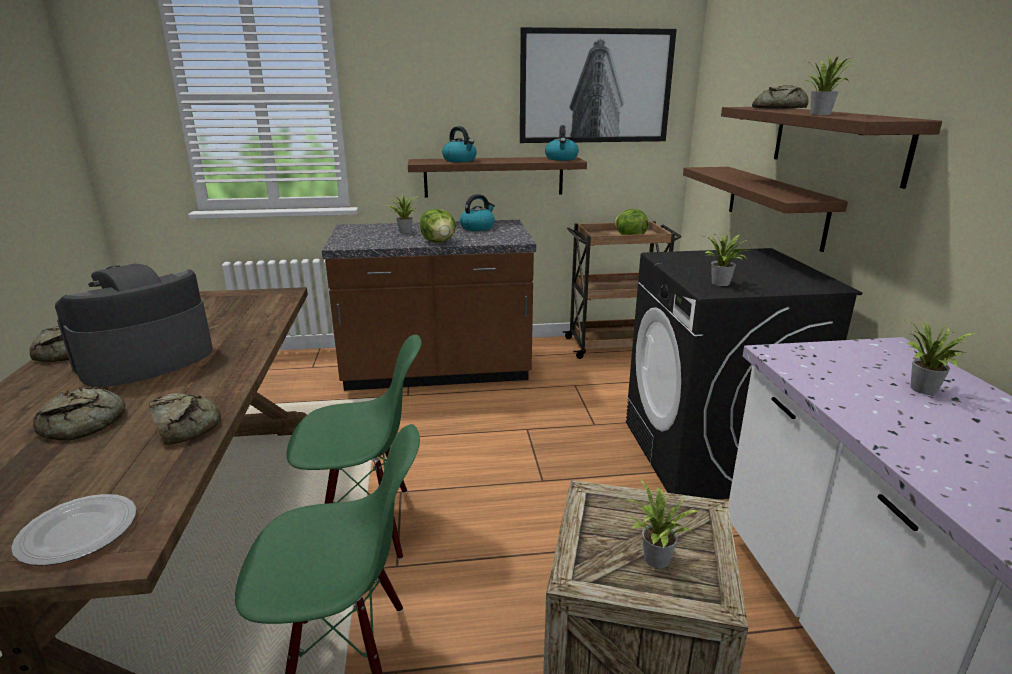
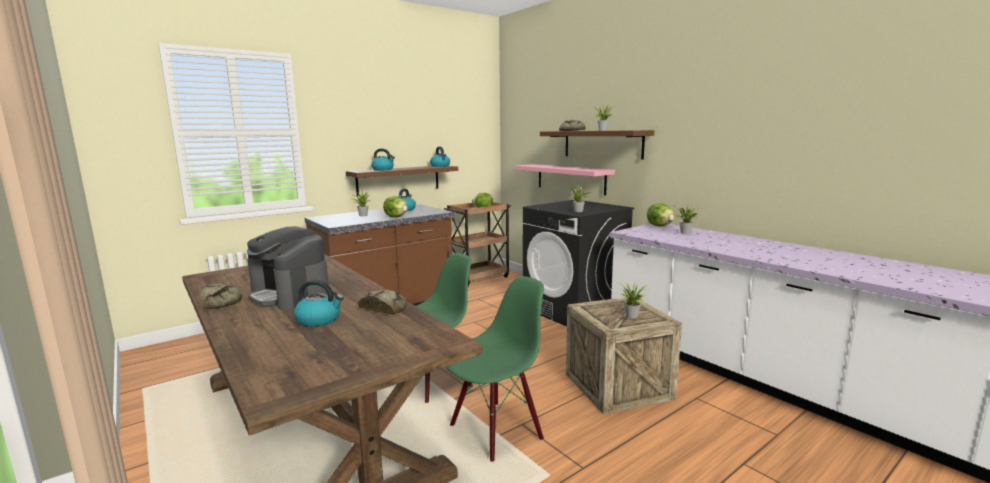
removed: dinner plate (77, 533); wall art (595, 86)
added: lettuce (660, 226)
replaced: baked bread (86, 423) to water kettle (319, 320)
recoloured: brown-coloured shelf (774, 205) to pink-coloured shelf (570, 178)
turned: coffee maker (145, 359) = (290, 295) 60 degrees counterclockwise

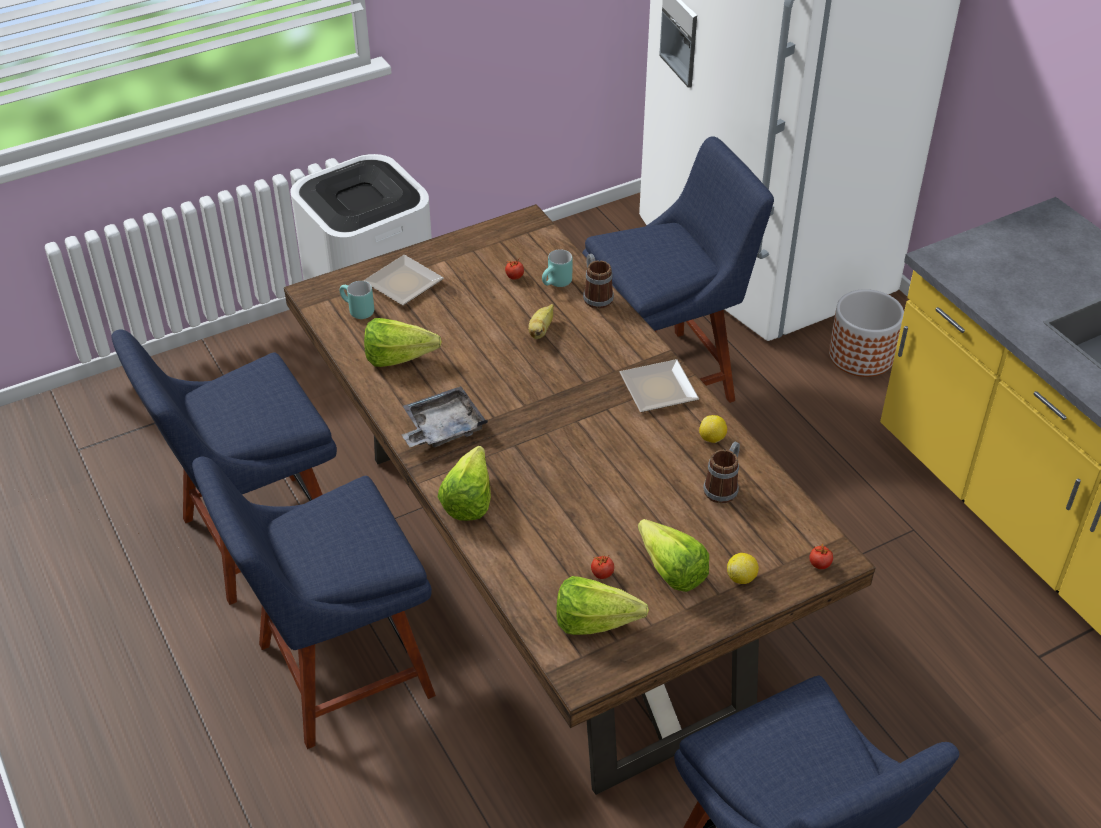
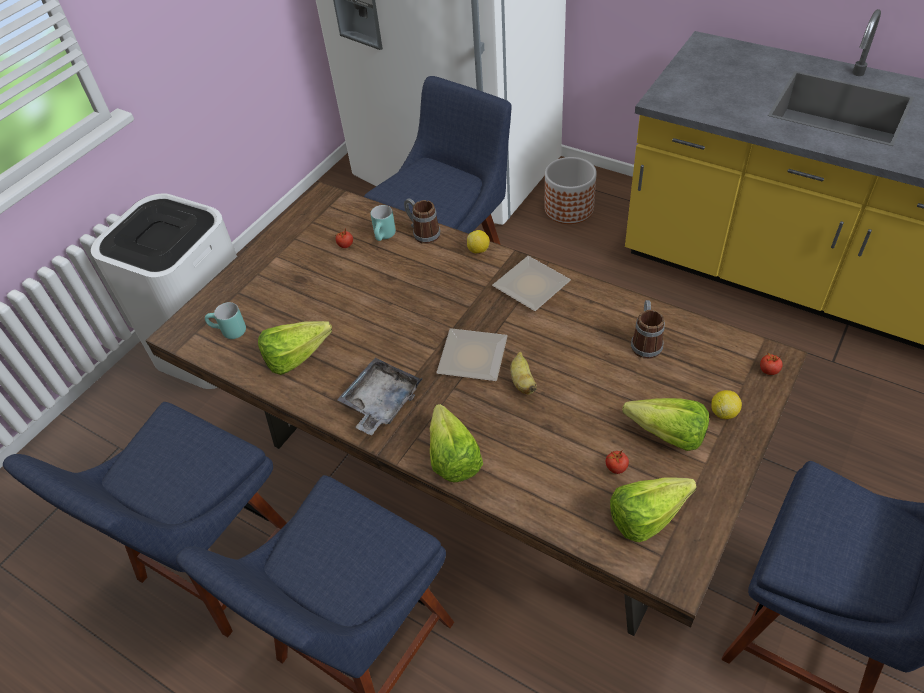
moved: dinner plate (406, 283) to (475, 356); whole lemon (712, 439) to (478, 250); banana (541, 330) to (522, 382)

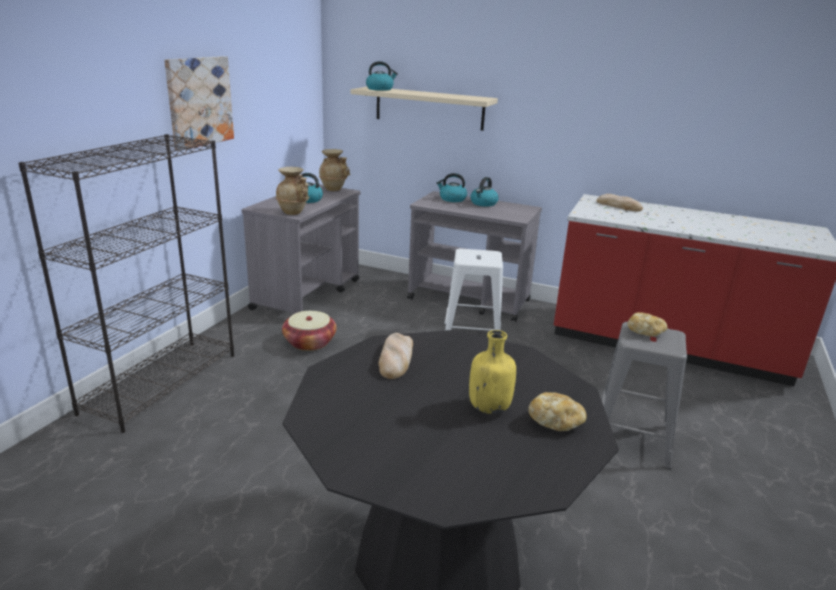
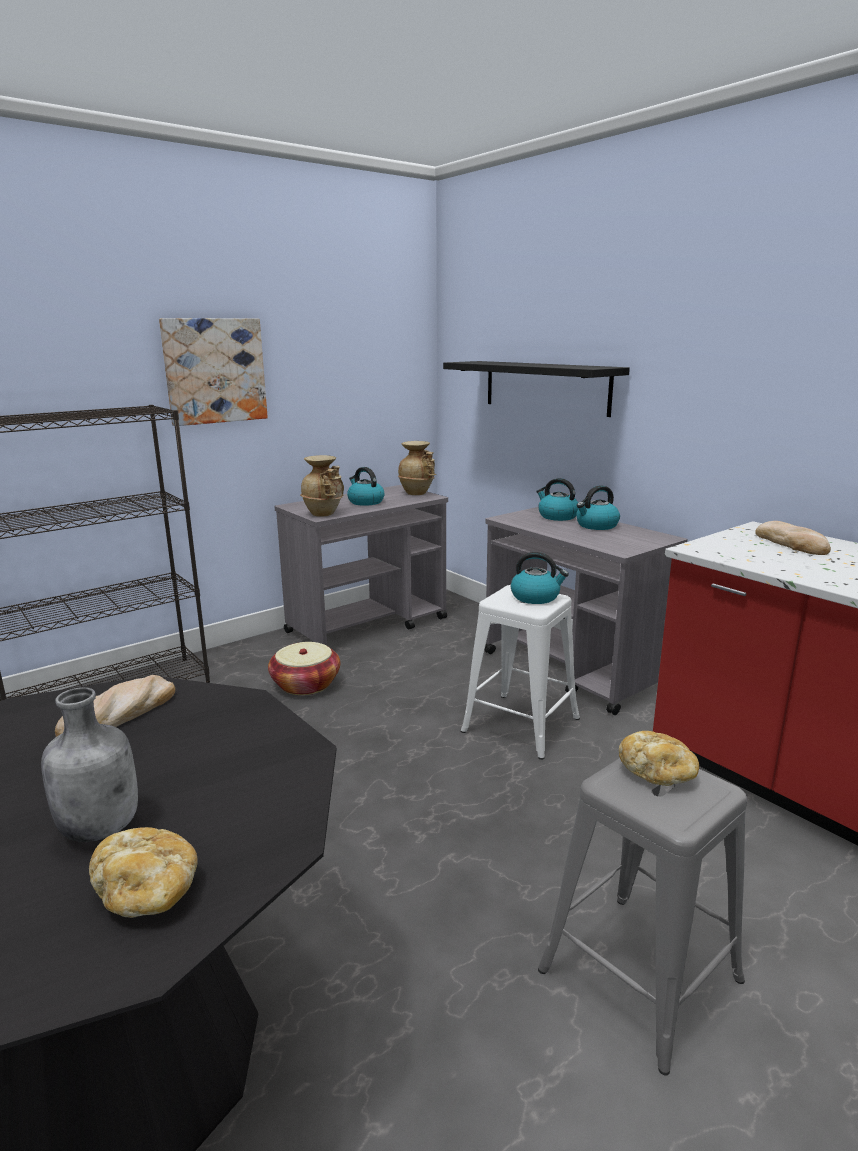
moved: water kettle (380, 89) to (536, 597)
recoloured: yellow drink bottle (489, 407) to grey drink bottle (102, 827); sand-coloured shelf (429, 108) to black-coloured shelf (545, 387)

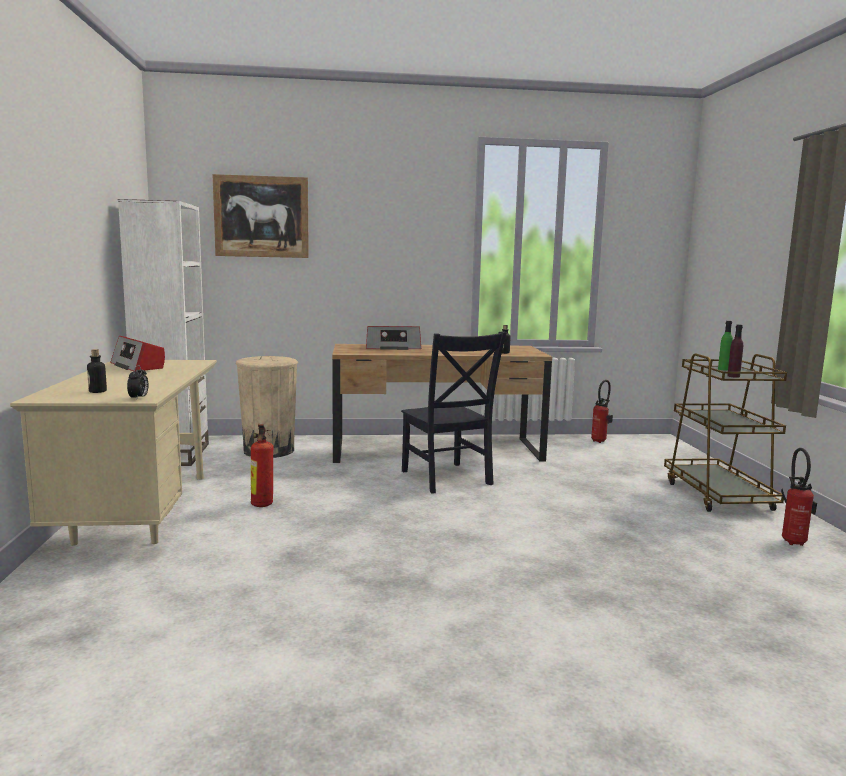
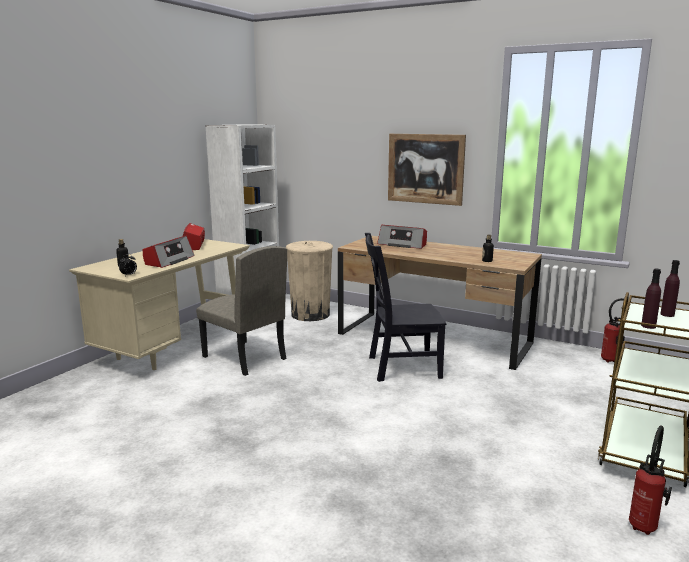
added: radio receiver (169, 261)
moved: wall art (261, 217) to (425, 168)
replaced: fire extinguisher (261, 505) to sand-coloured chair (244, 358)
recoloured: green drink bottle (723, 369) to purplish drink bottle (667, 314)
turned: black-coloured chair (447, 479) = (400, 367) 75 degrees clockwise

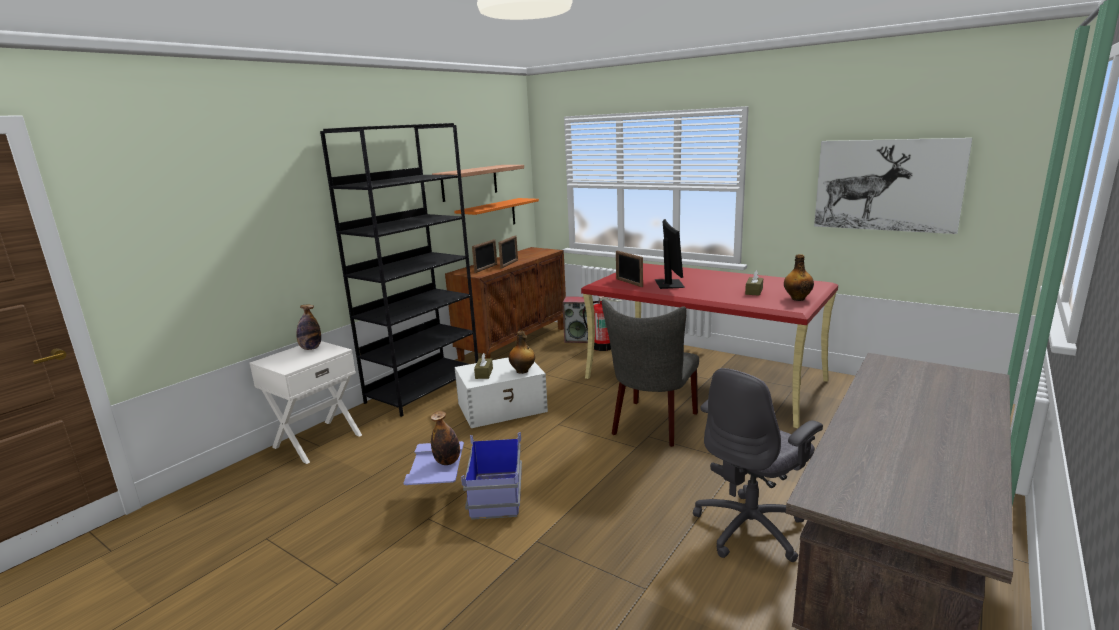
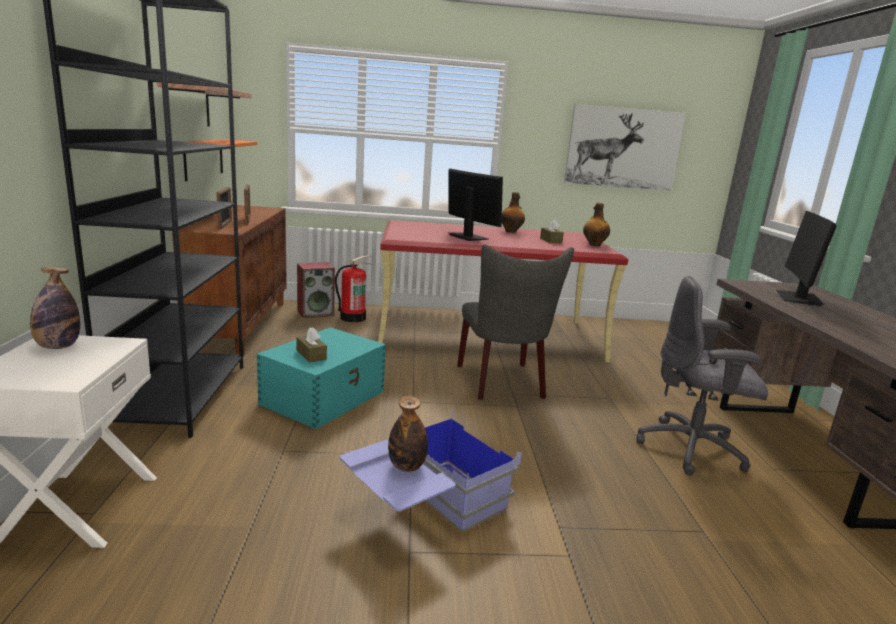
removed: picture frame (629, 283)
added: computer screen (798, 298)
moved: drink bottle (522, 371) to (511, 231)
recoloured: whitish storage container (503, 407) to turquoise storage container (324, 397)
turned: grey computer chair (751, 528) = (692, 449) 90 degrees clockwise

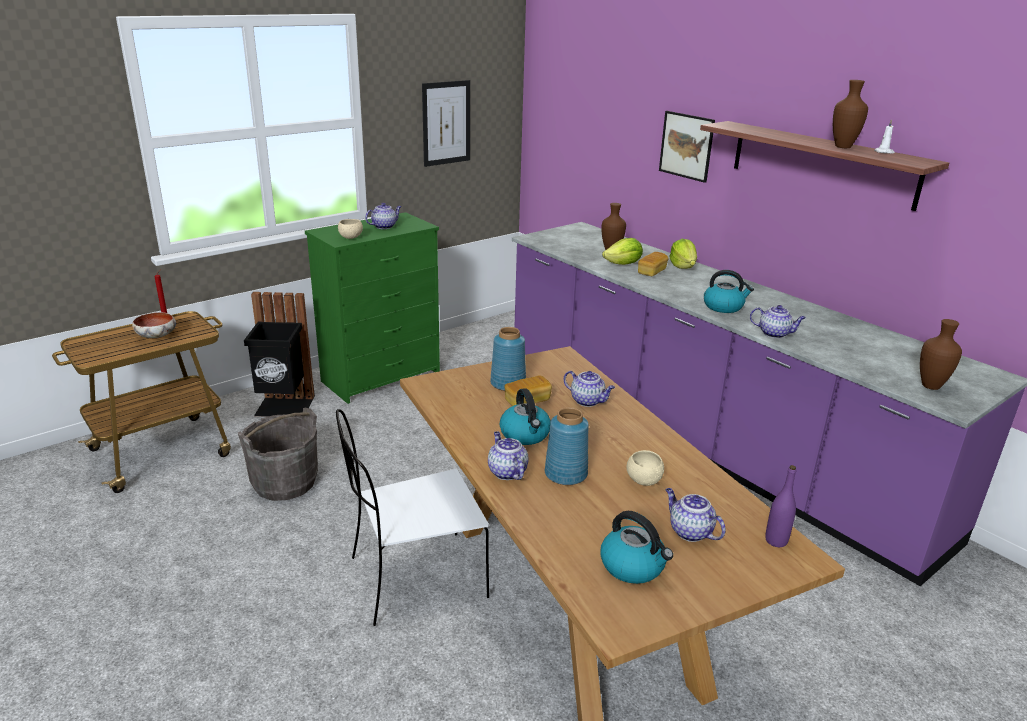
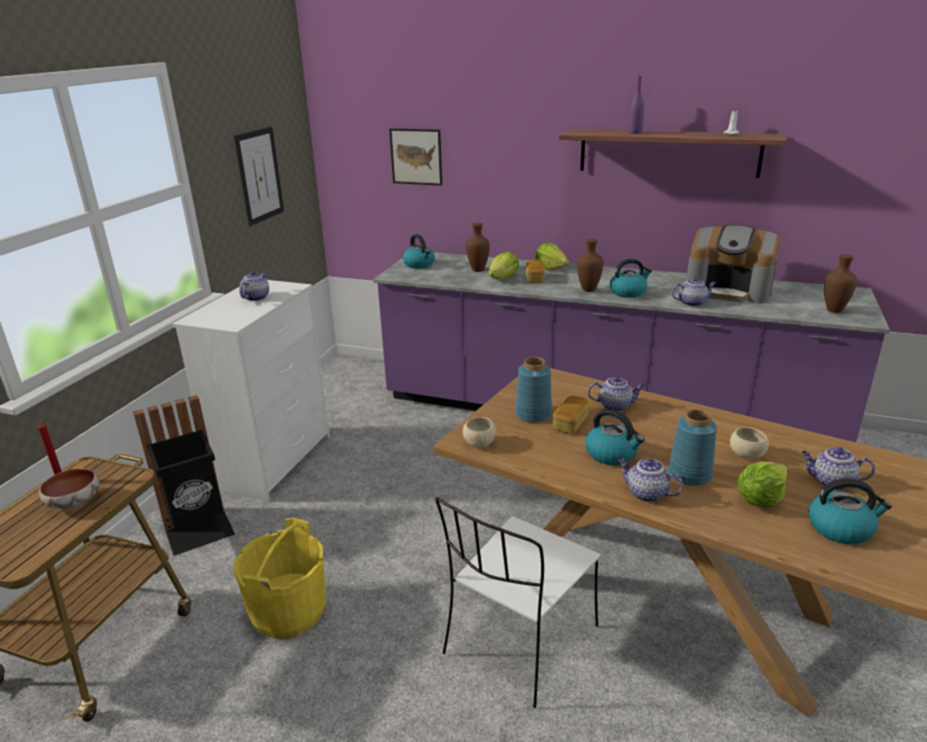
added: water kettle (419, 264); coffee maker (729, 290); lettuce (760, 499)
moved: wall art (686, 146) to (416, 156); sand-coloured bowl (350, 237) to (479, 444); brown-coloured decorative vase (842, 147) to (588, 290); purplish drink bottle (776, 541) to (635, 133)
recoloured: green drawer chest (382, 377) to whitish drawer chest (276, 461); grey pail (285, 483) to yellow pail (289, 611)

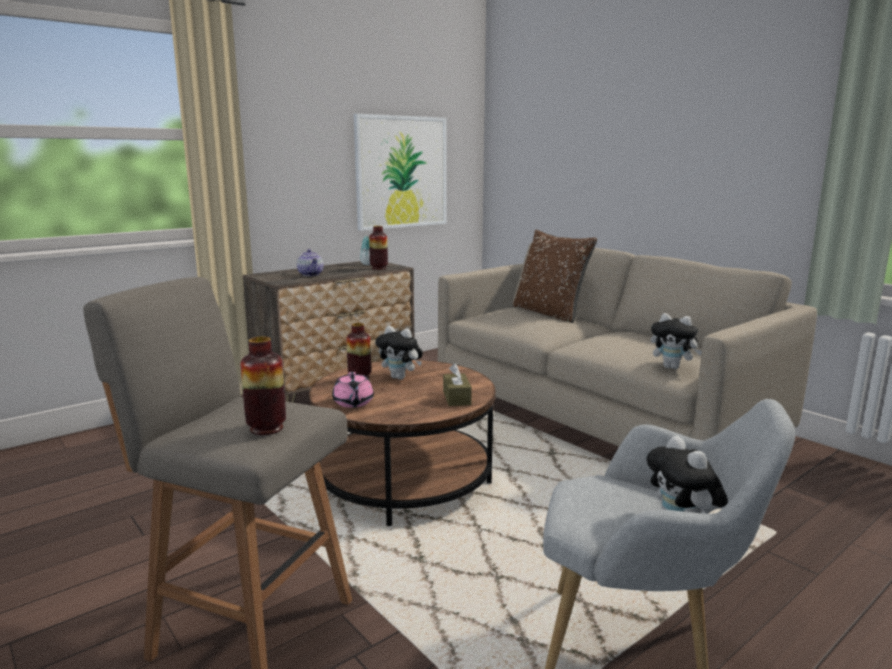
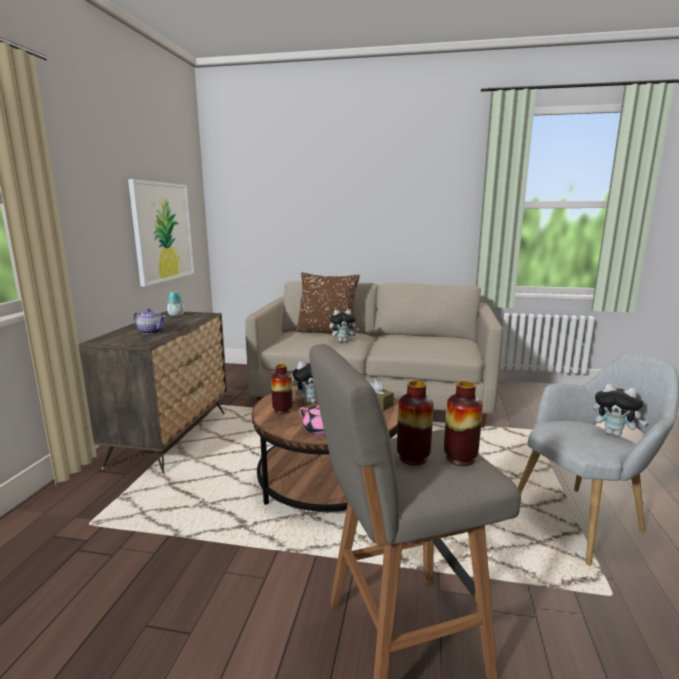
moved: plush toy (673, 367) to (343, 341); decorative vase (379, 268) to (413, 458)

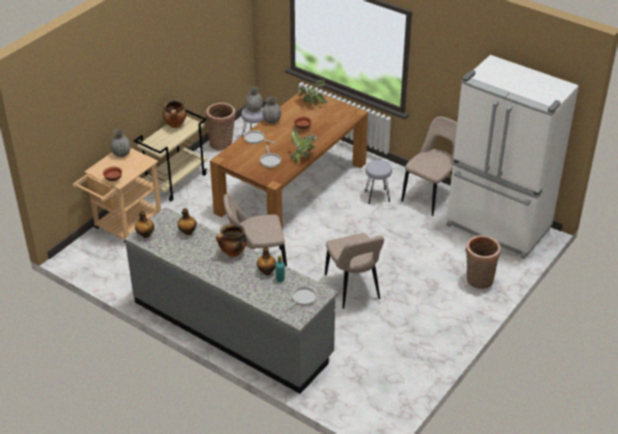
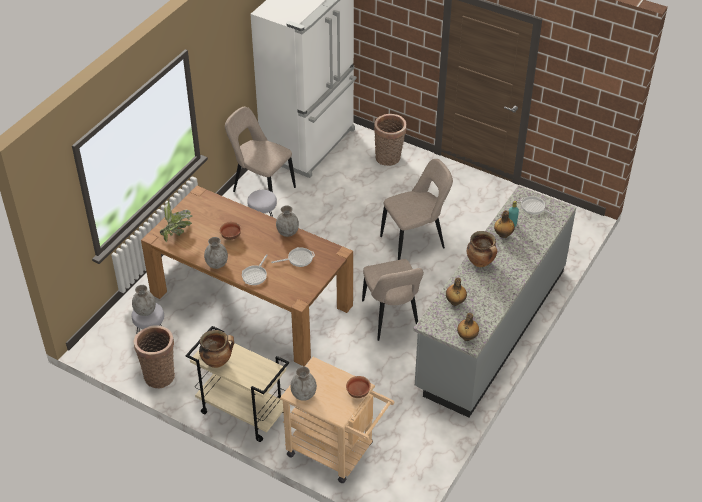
replaced: plant in a pot (303, 156) to grey decorative vase (287, 232)

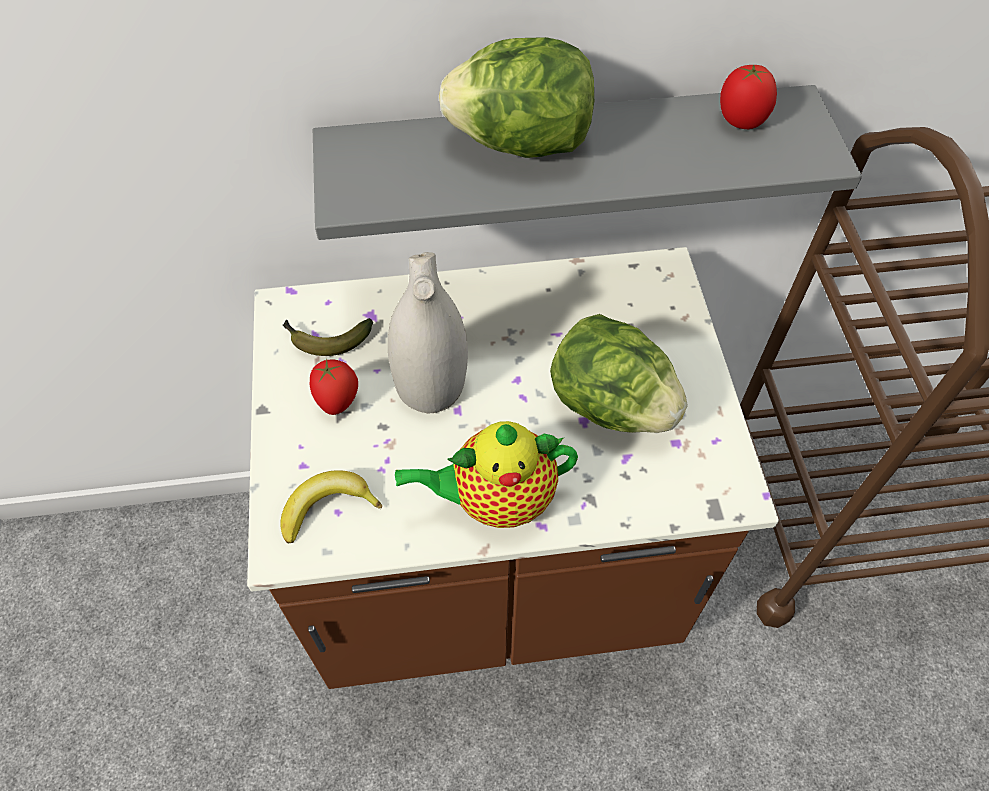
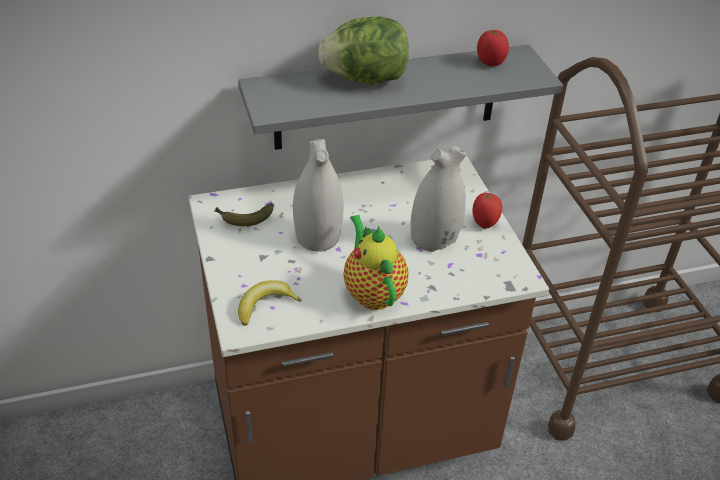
moved: whole tomato (338, 401) to (485, 223)
replaced: lettuce (610, 404) to whitish decorative vase (434, 238)
turned: teapot (496, 499) = (372, 292) 90 degrees clockwise

